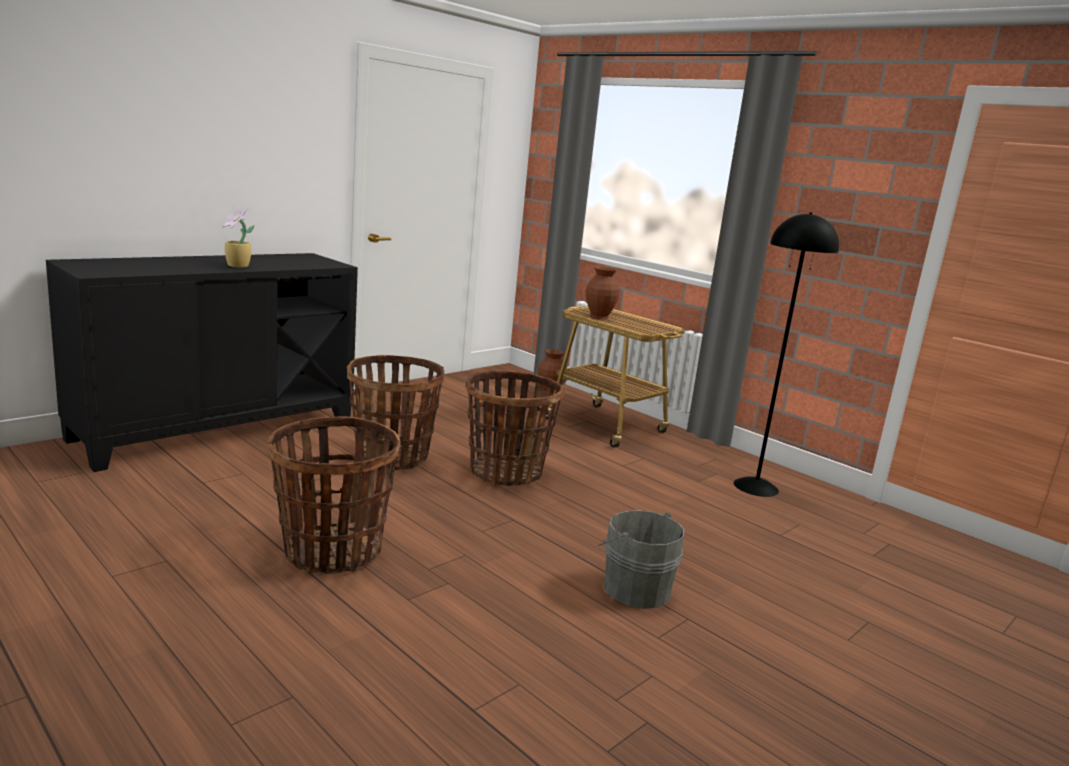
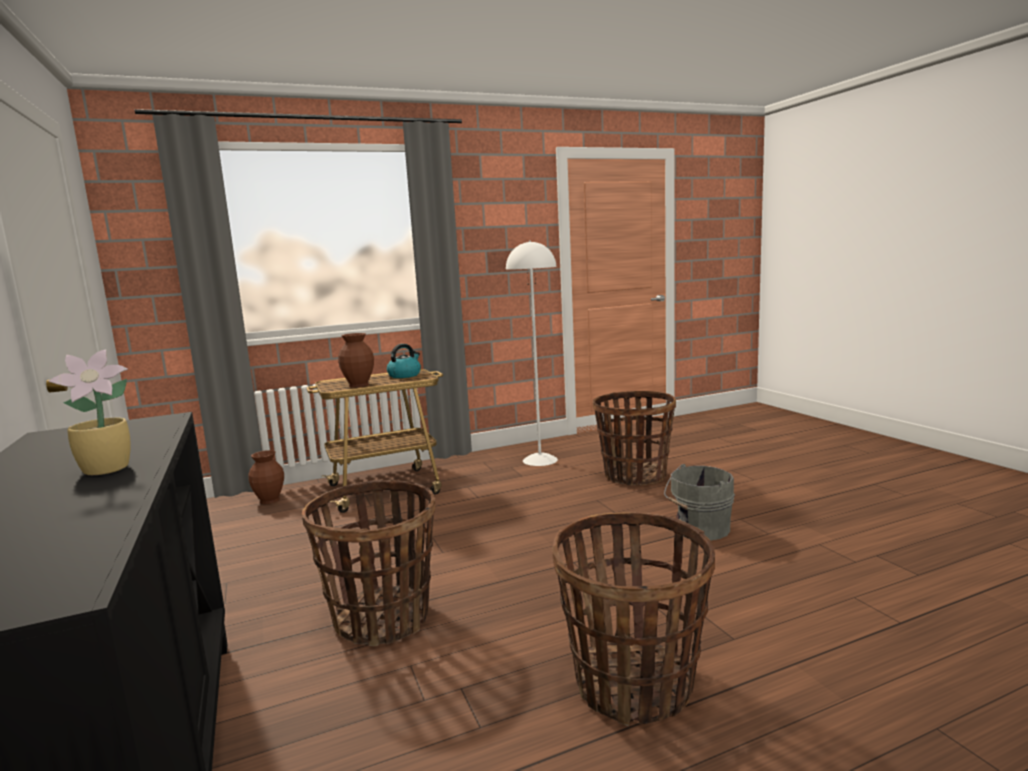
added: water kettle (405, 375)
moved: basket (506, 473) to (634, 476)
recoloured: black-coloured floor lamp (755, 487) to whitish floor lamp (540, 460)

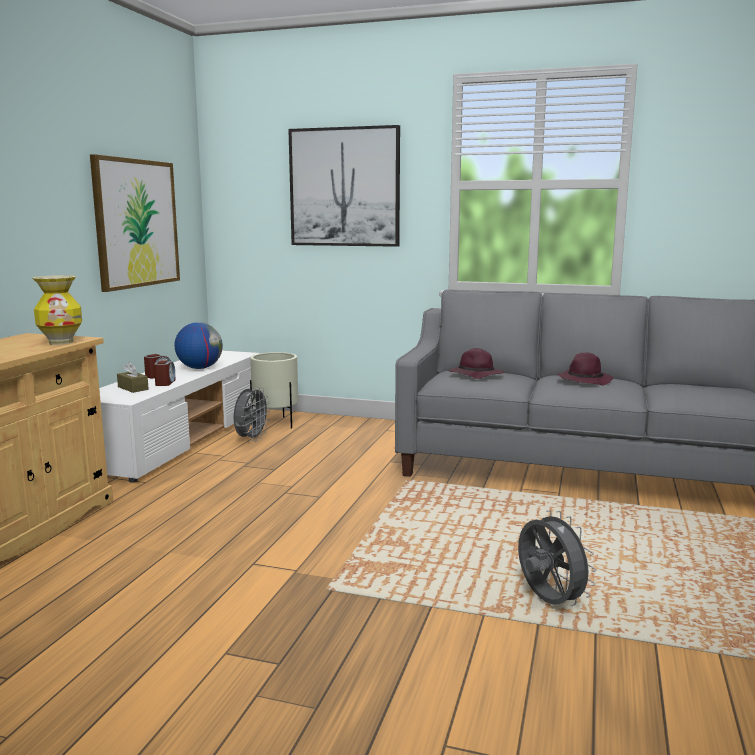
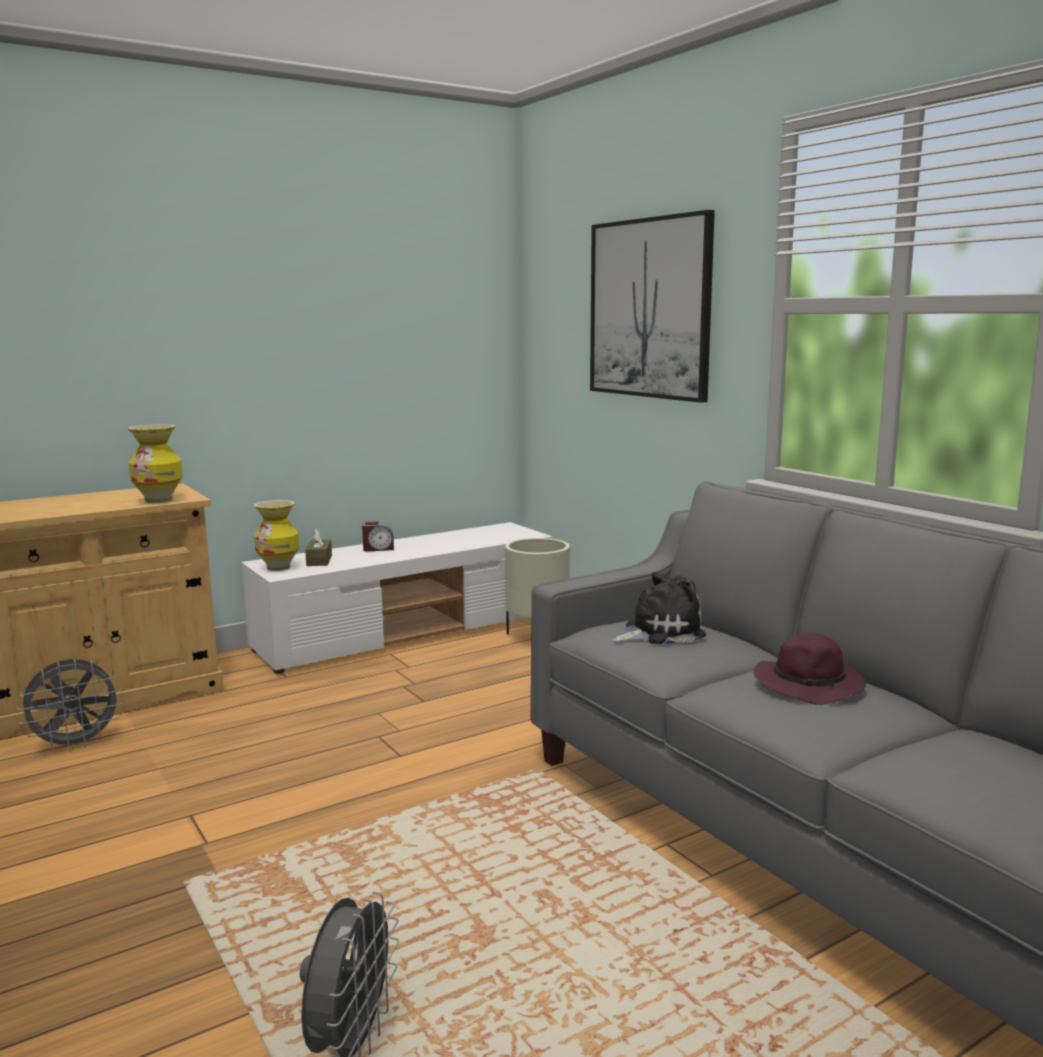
removed: wall art (136, 223); alarm clock (165, 383); globe (200, 368)
added: decorative vase (278, 568)
moved: grey fan (251, 439) to (76, 744)
replaced: purplish clothing hat (475, 375) to plush toy (659, 632)

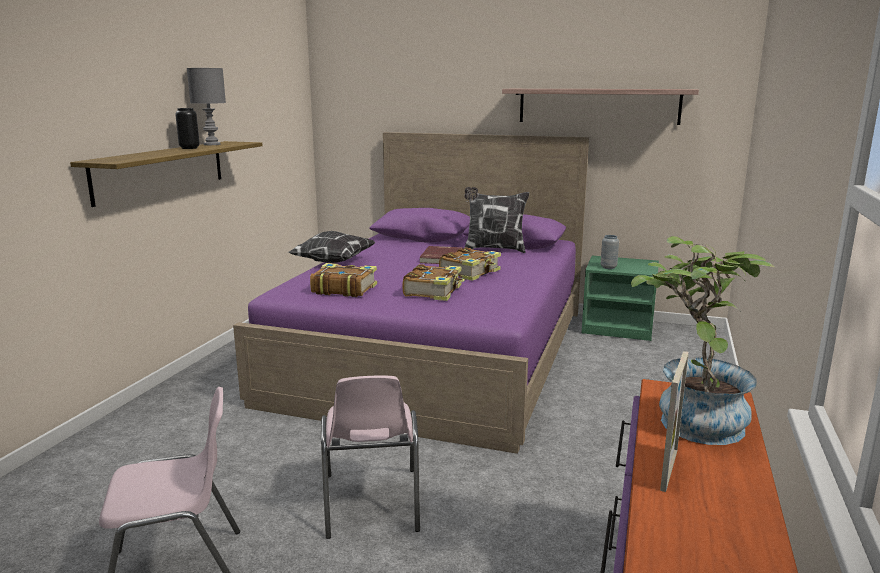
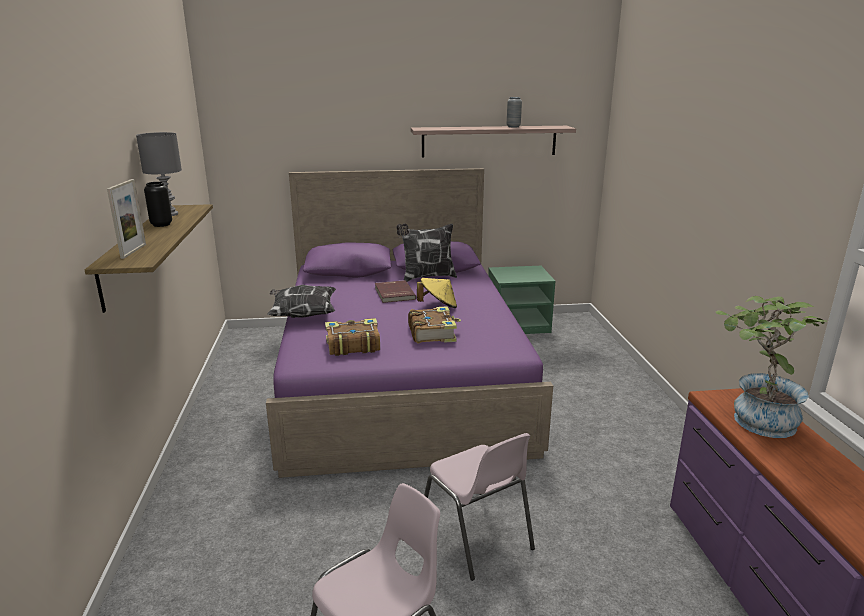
moved: picture frame (669, 470) to (133, 251); grey decorative vase (608, 267) to (513, 126)
replaced: bound book (471, 272) to yellow clothing hat (438, 306)

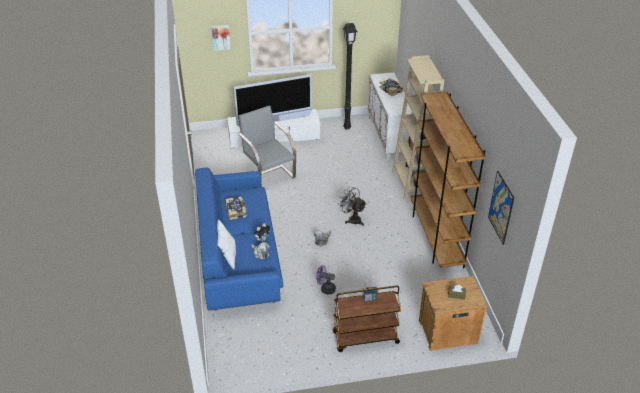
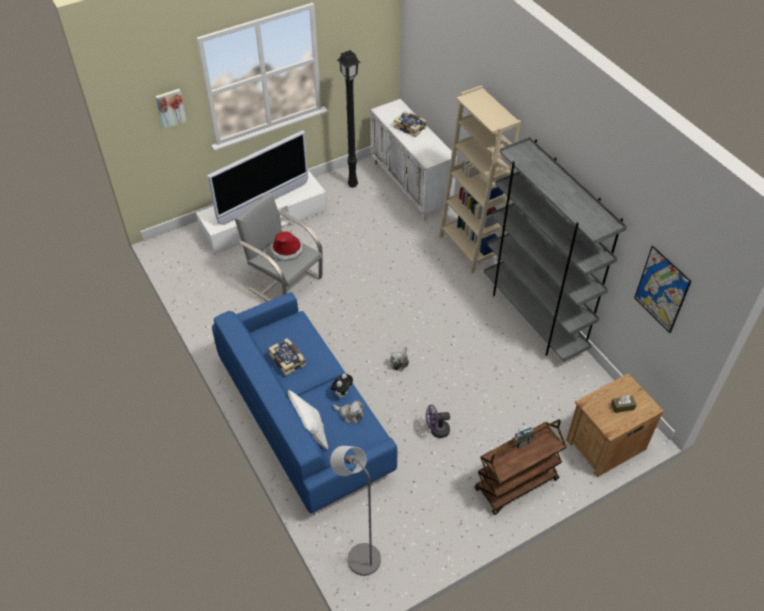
removed: grey fan (352, 219)
added: clothing hat (287, 250); grey floor lamp (359, 555)
recoloured: brown-coloured shelving unit (436, 237) to grey shelving unit (534, 317)

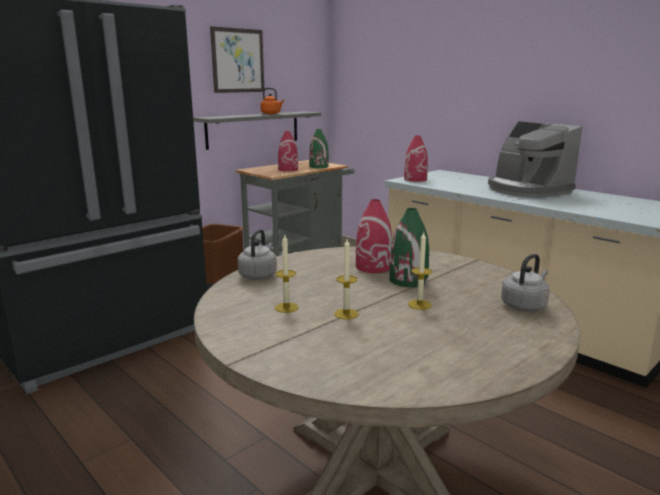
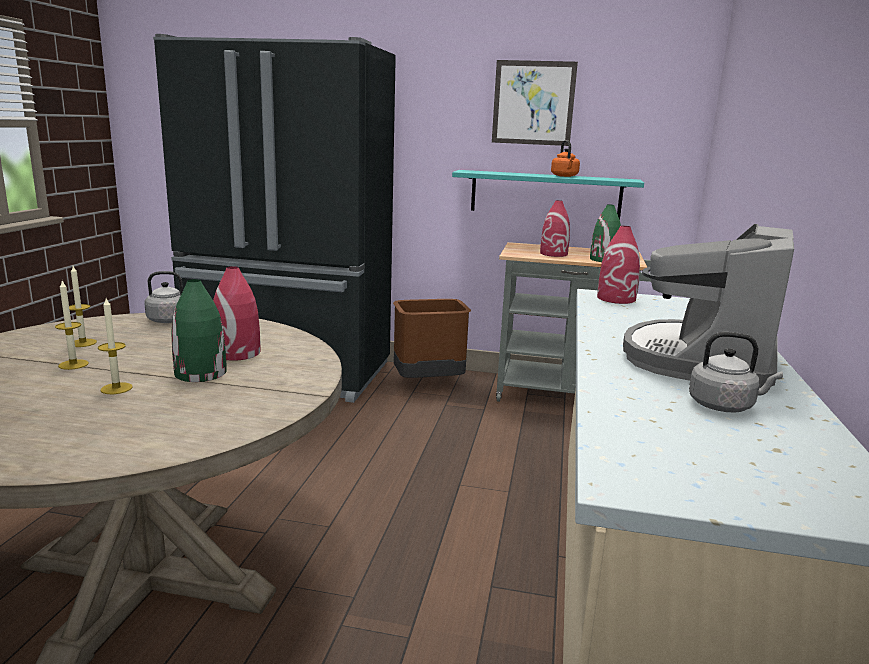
moved: grey water kettle (524, 305) to (724, 406)
recoloured: grey shelf (253, 129) to turquoise shelf (545, 194)

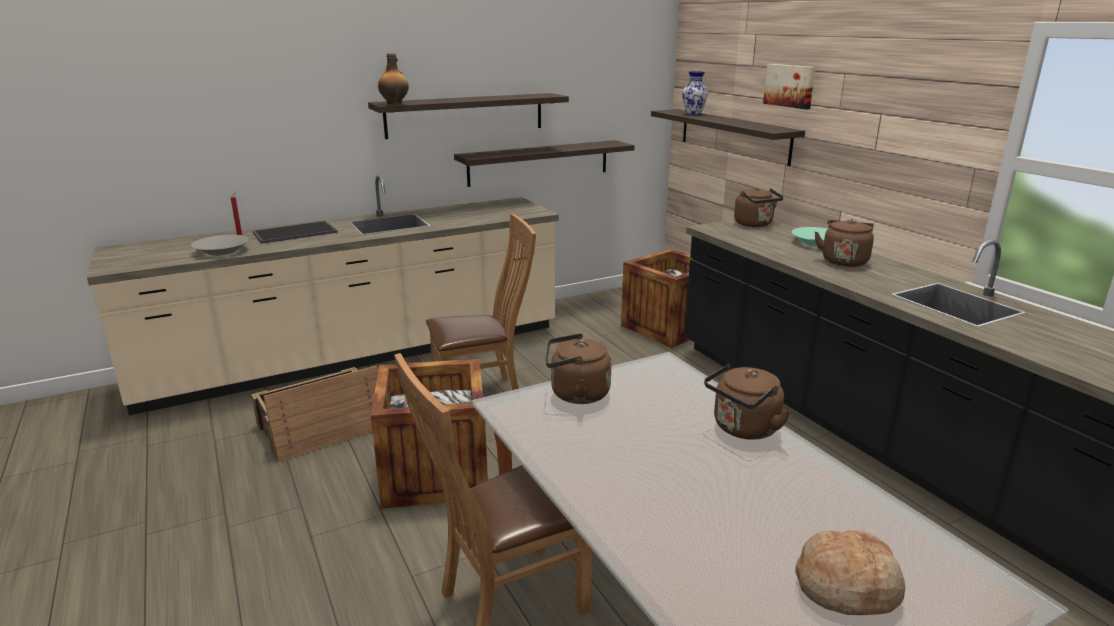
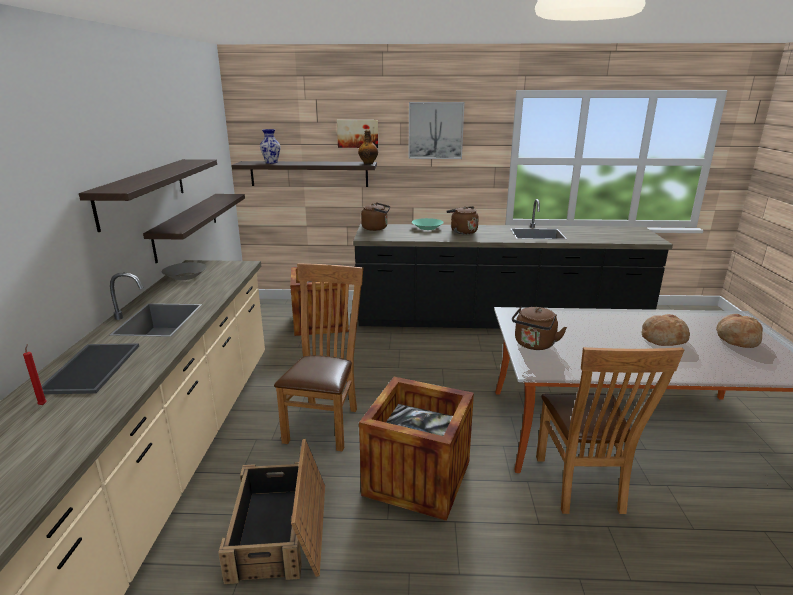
removed: brown-coloured water kettle (743, 429)
added: wall art (435, 130); baked bread (663, 338)
moved: grey bowl (221, 251) to (185, 276); drink bottle (395, 103) to (368, 163)

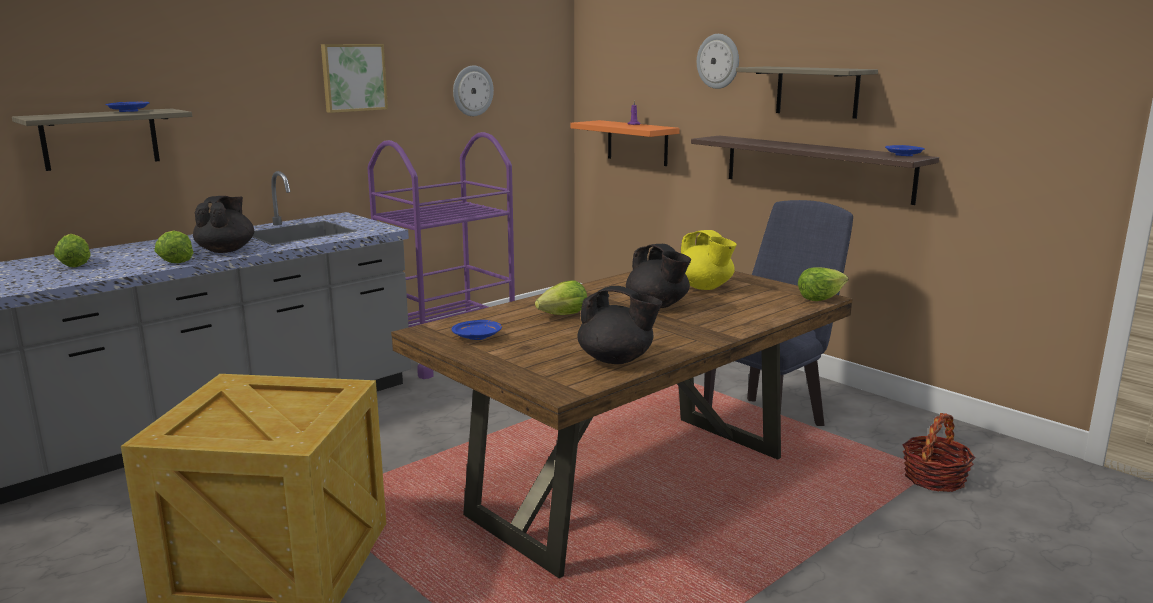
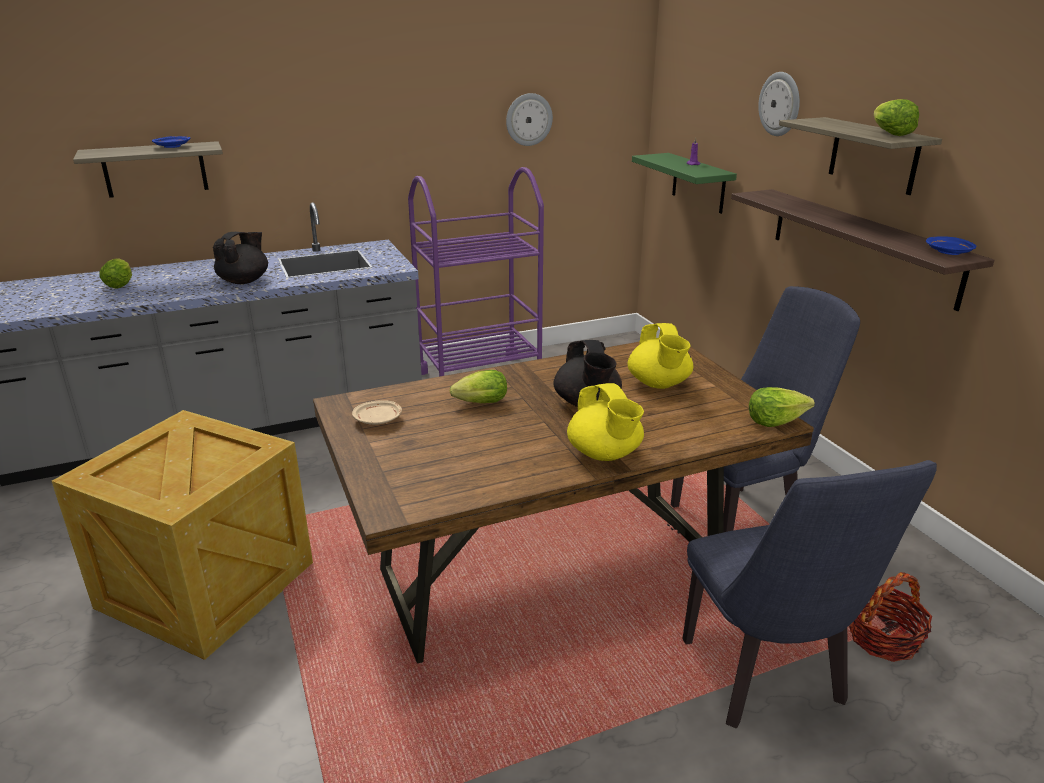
removed: wall art (353, 77); black-coloured teapot (616, 360)
added: yellow teapot (605, 454); blue-coloured chair (768, 681)
moved: lettuce (175, 260) to (889, 133)
recoloured: blue-coloured dinner plate (477, 337) to sand-coloured dinner plate (378, 420); orange shelf (637, 143) to green shelf (698, 183)

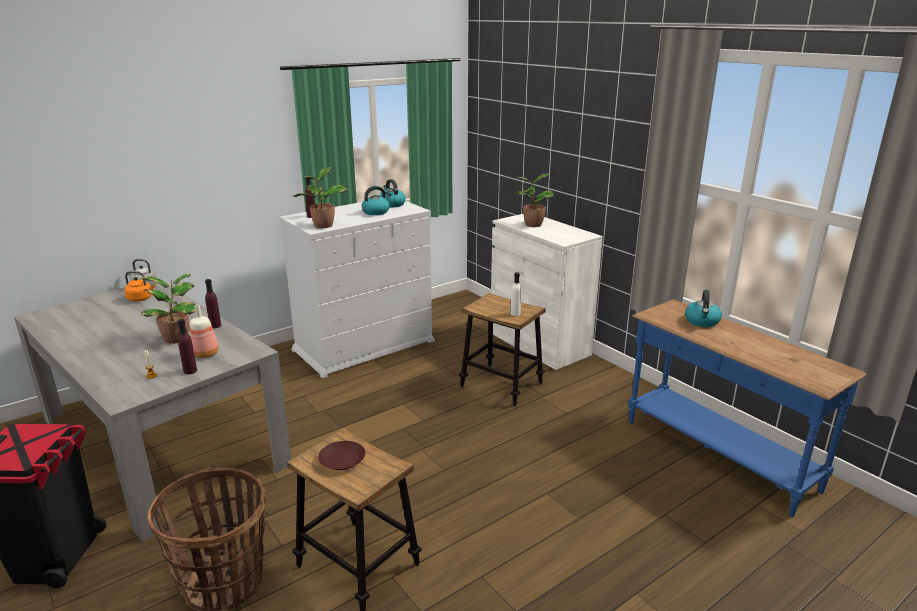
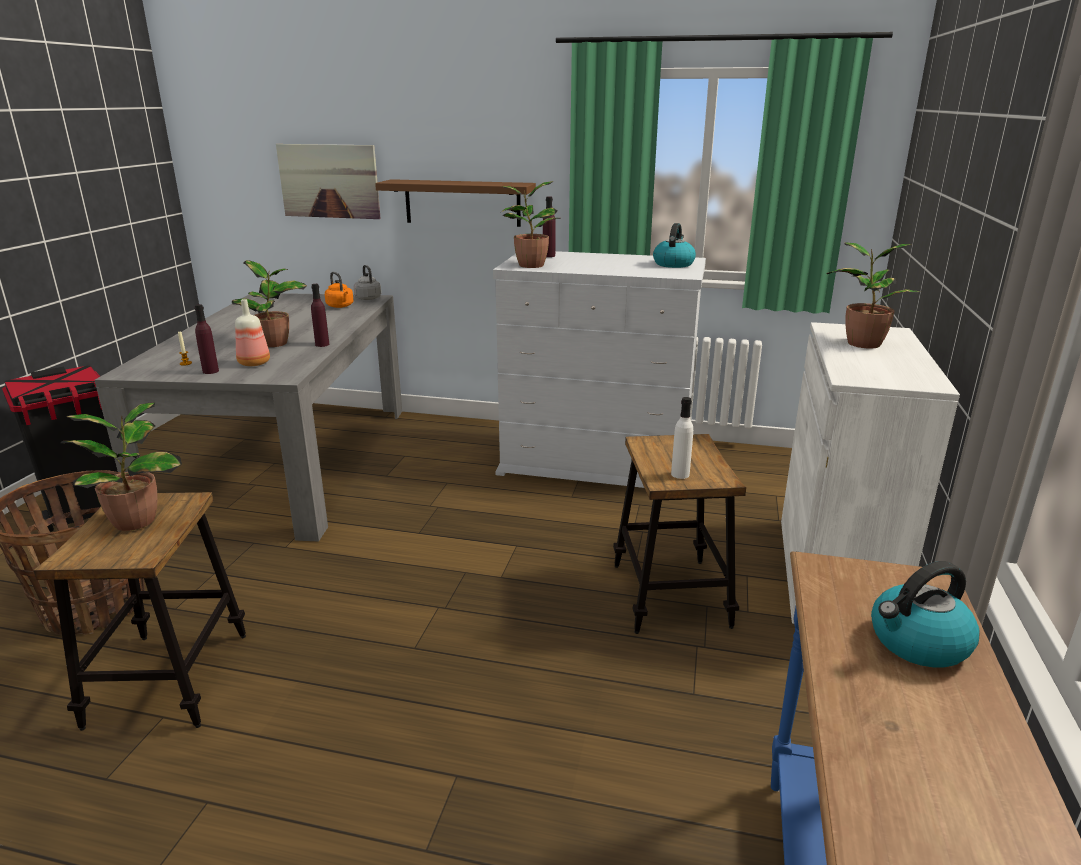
removed: water kettle (376, 212)
added: wall art (329, 181); brown-coloured shelf (462, 203)
replaced: brown-coloured dinner plate (342, 459) to plant in a pot (137, 520)

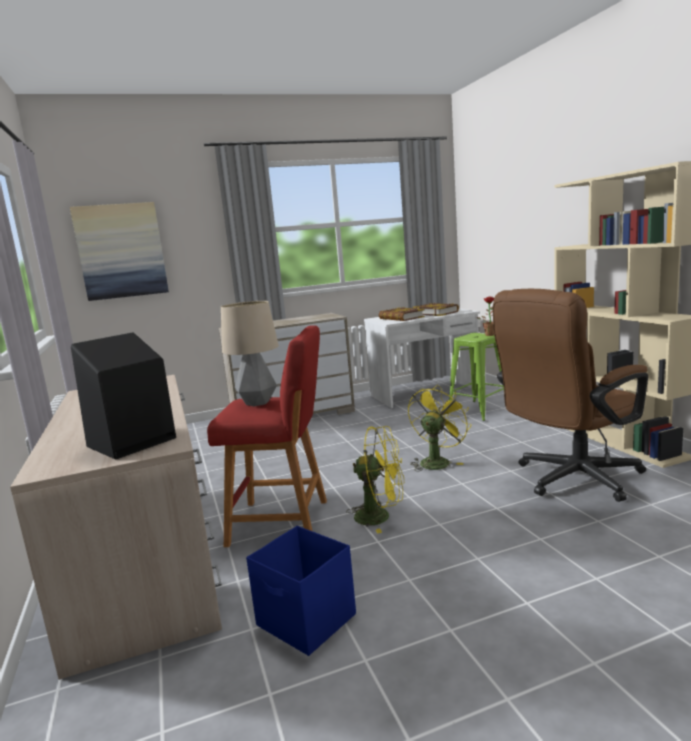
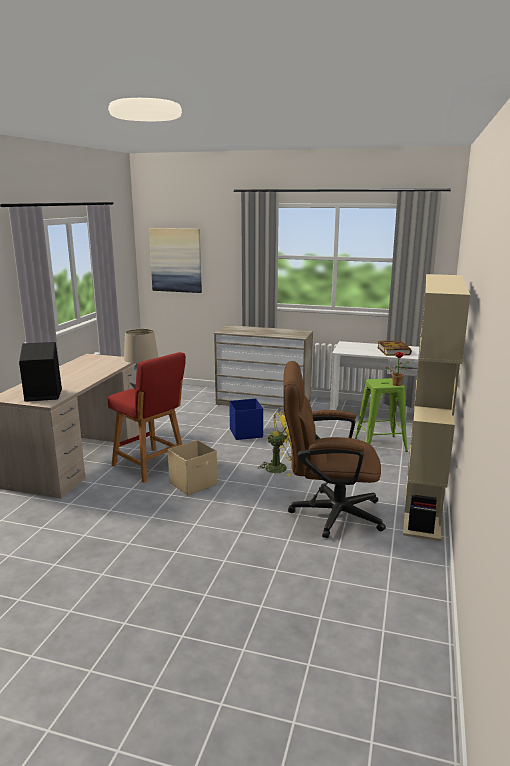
removed: bound book (401, 318)
moved: blue-coloured storage container (307, 621) to (246, 433)
replaced: yellow fan (380, 516) to sand-coloured storage container (194, 483)

